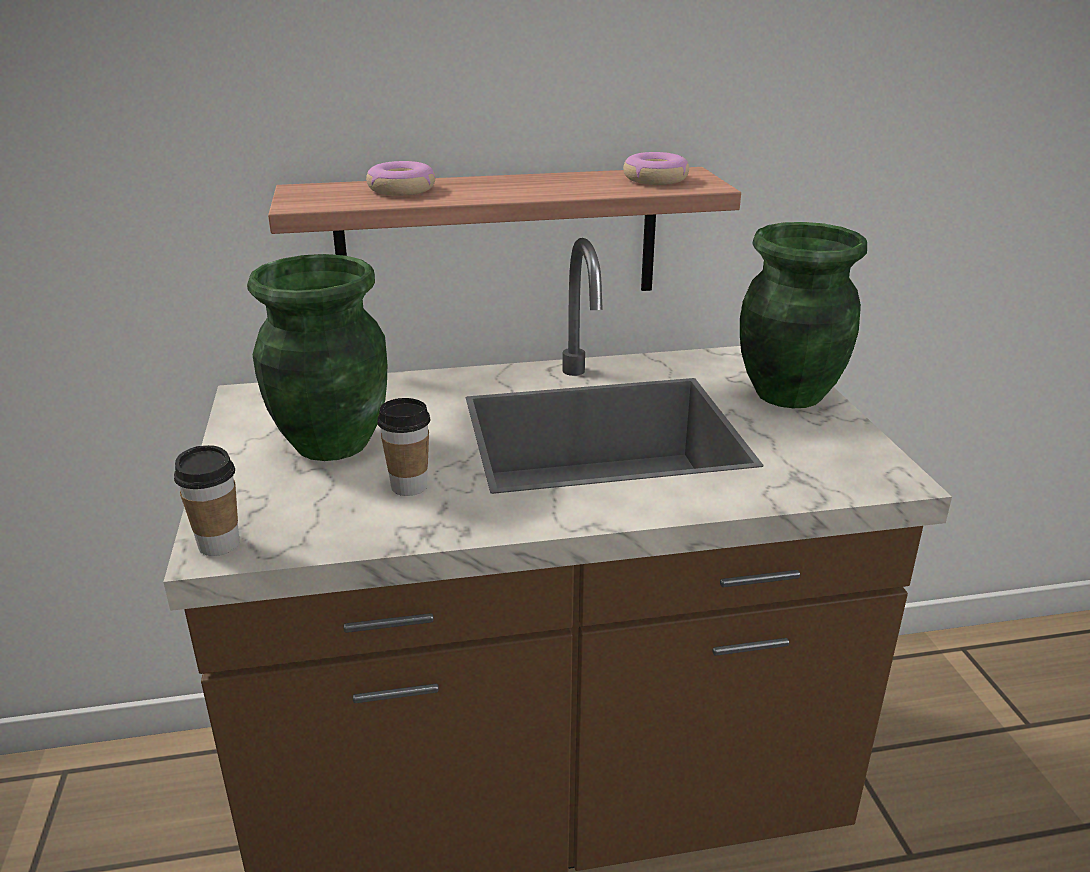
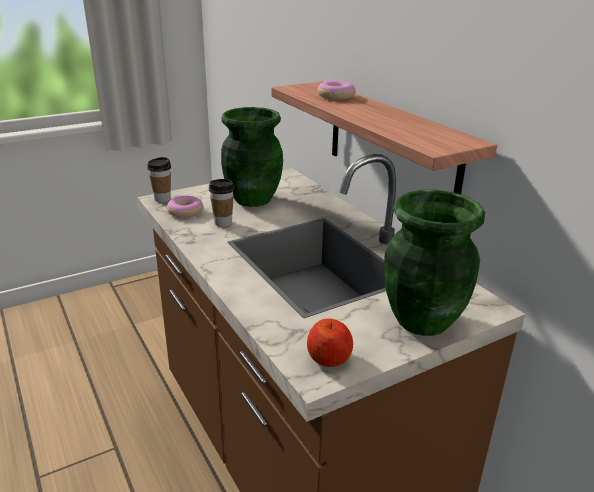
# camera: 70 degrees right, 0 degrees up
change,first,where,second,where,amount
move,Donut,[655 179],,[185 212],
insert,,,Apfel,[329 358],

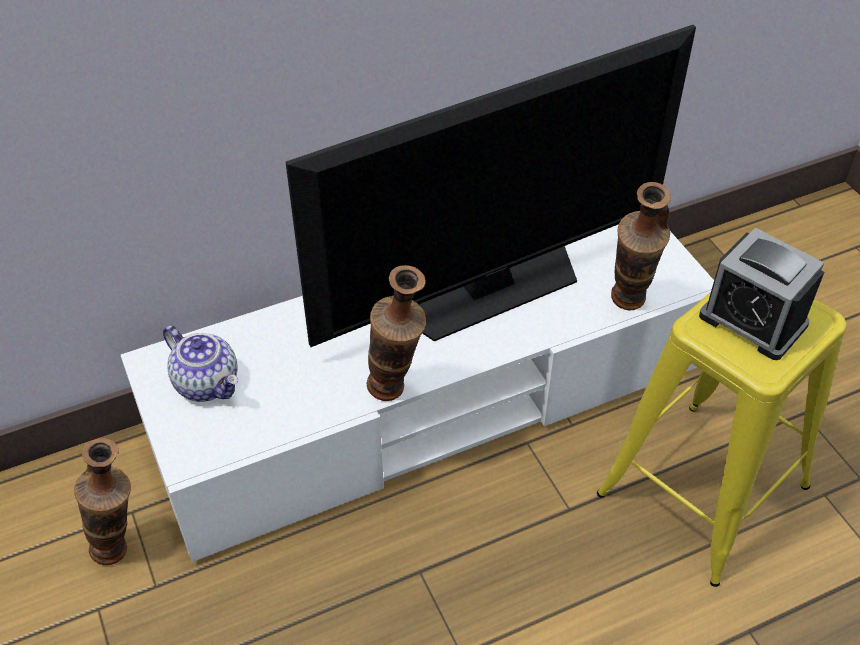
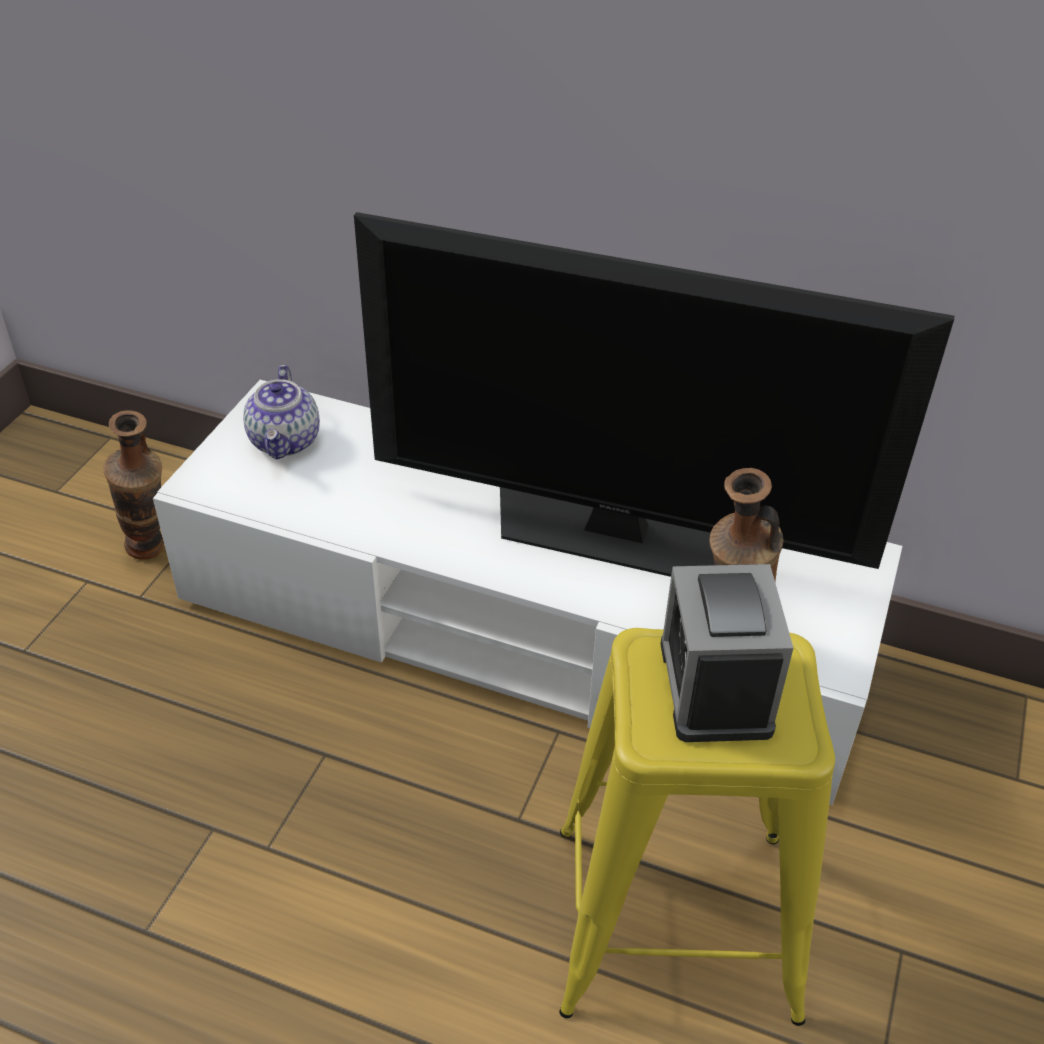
# camera: 45 degrees right, 5 degrees down
change,first,where,second,where,amount
delete,Vase,[396 394],,,

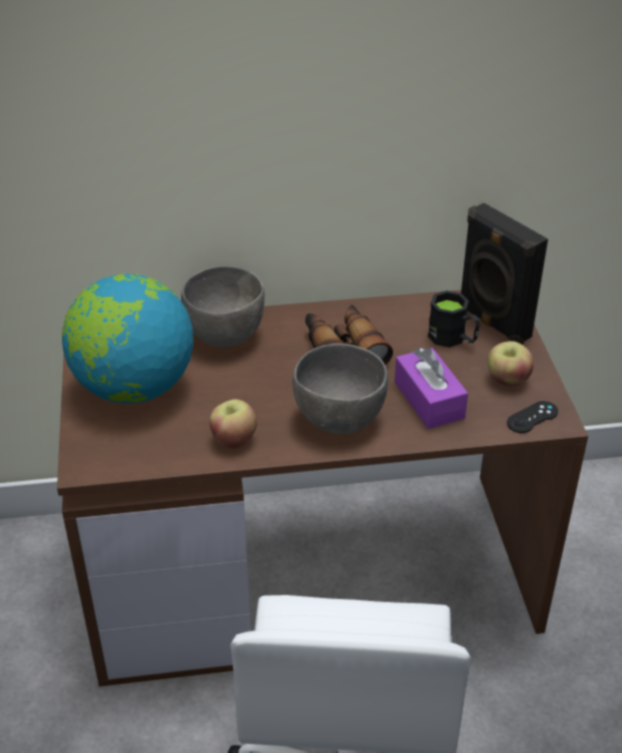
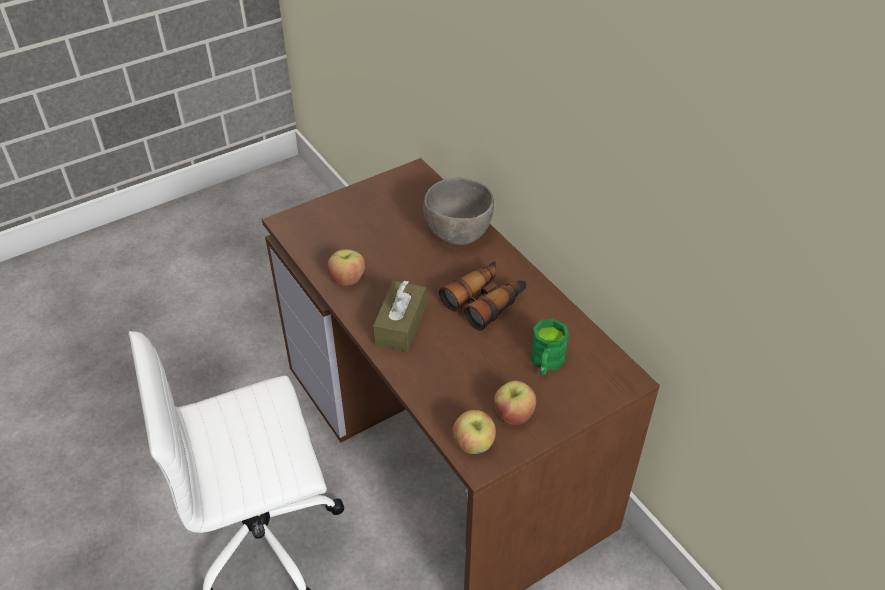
# camera: 65 degrees right, 5 degrees up
change,first,where,second,where,amount
replace,Schüssel (grau),[338 419],Taschentuchbox (braun),[400 325],
replace,Gamepad (schwarz),[532 417],Apfel,[474 444],
recolor,Henkelbecher (schwarz),[453 339],Henkelbecher (grün),[546 363],
delete,Globus,[134 387],,,
delete,Taschentuchbox (lila),[429 400],,,
delete,Lautsprecher (schwarz),[492 323],,,

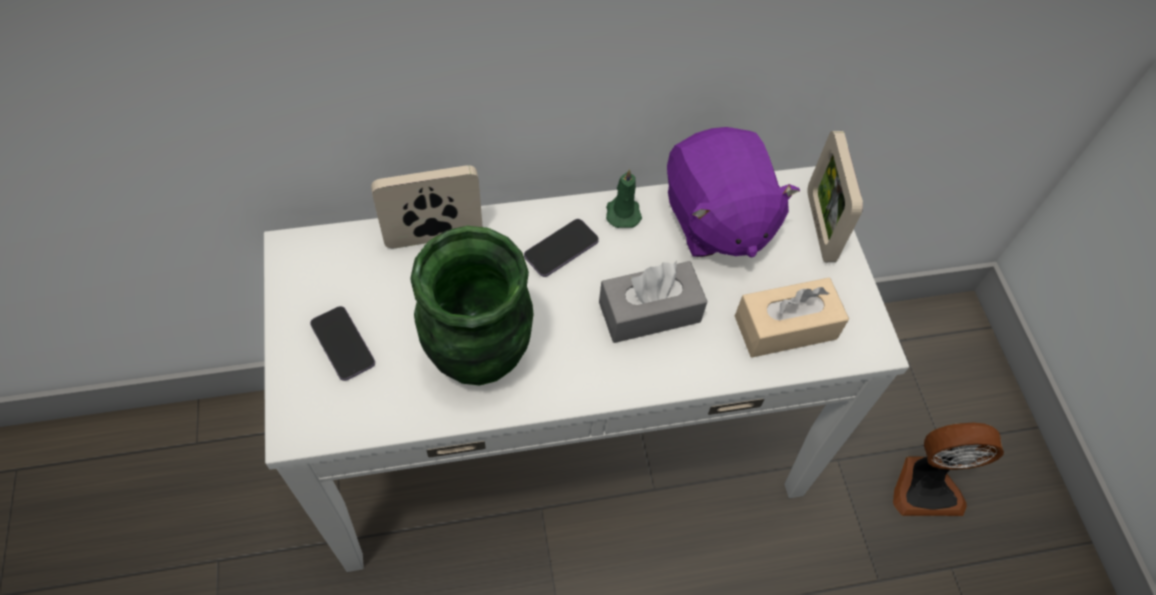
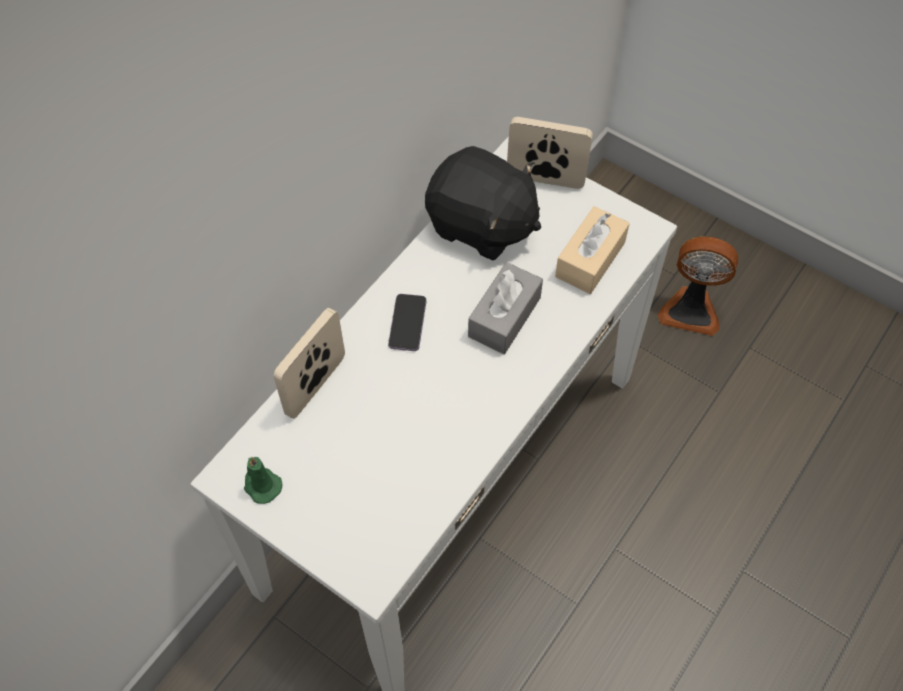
# camera: 40 degrees left, 0 degrees up
change,first,where,second,where,amount
move,Kerze (grün),[622 212],,[261 485],
recolor,Plüschtier (lila),[716 220],Plüschtier (schwarz),[481 225],
rotate,Bilderrahmen,[820 226],,[545 180],150 degrees clockwise
rotate,Ventilator,[926 486],,[690 309],60 degrees clockwise
delete,Handy,[343 344],,,
delete,Vase (grün),[477 357],,,

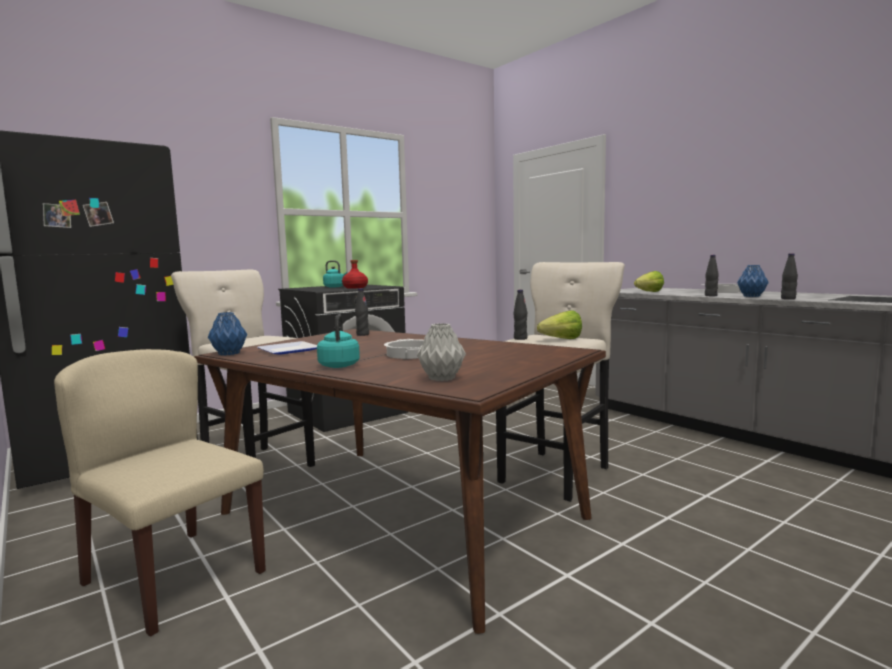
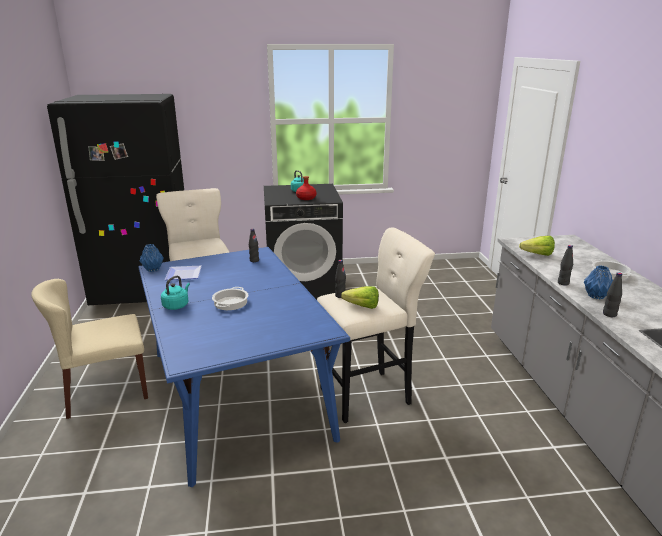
# camera: 30 degrees right, 15 degrees up
change,first,where,second,where,amount
rotate,Stuhl (beige),[173 577],,[105 391],90 degrees counterclockwise
recolor,Esstisch (braun),[403 515],Esstisch (blau),[239 393],
delete,Vase (grau),[442 378],,,

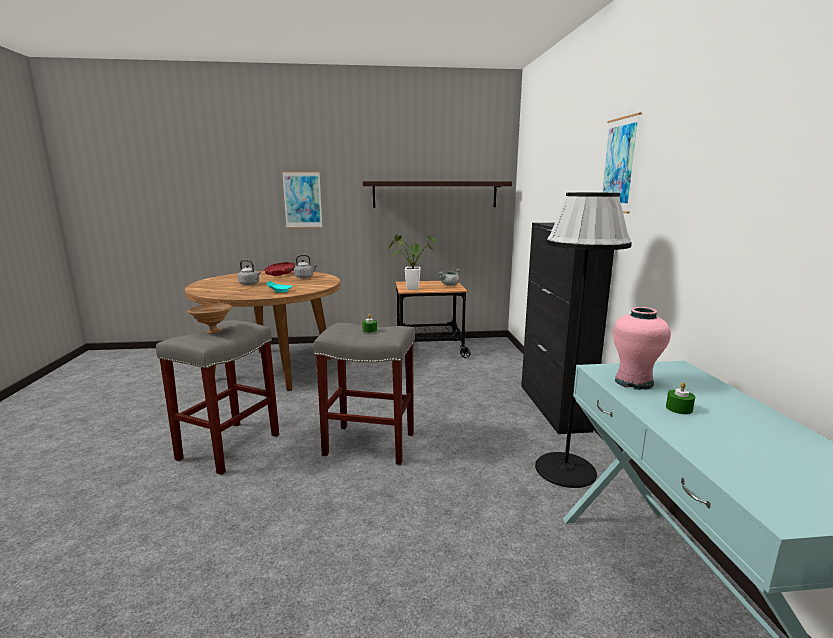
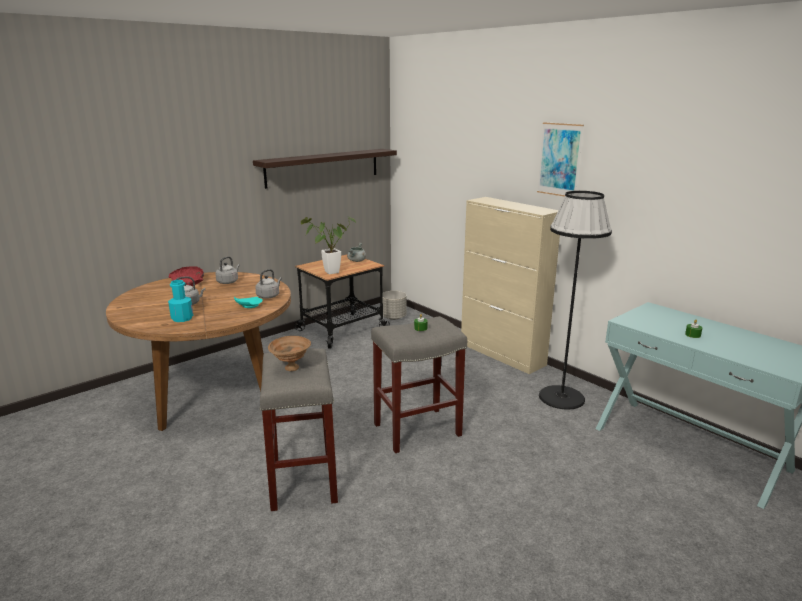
# camera: 35 degrees left, 5 degrees up
change,first,where,second,where,amount
insert,,,Flasche (türkis),[182 318],
insert,,,Wasserkessel (grau),[269 296],
insert,,,Pflanzkübel (grau),[393 317],
recolor,Schrank (schwarz),[553 407],Schrank (beige),[502 354],
delete,Bild,[302 200],,,
delete,Vase (rosa),[634 382],,,

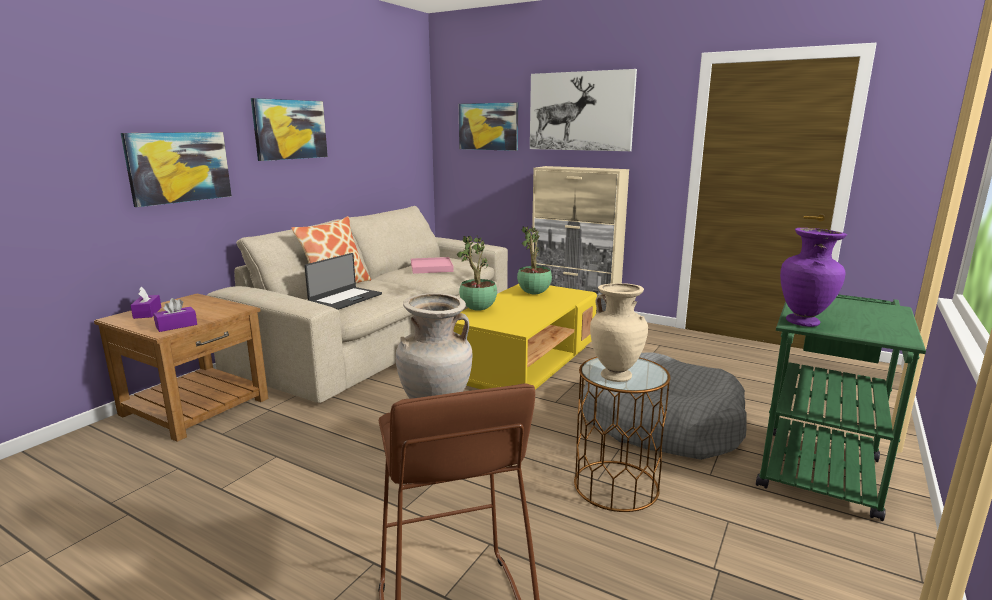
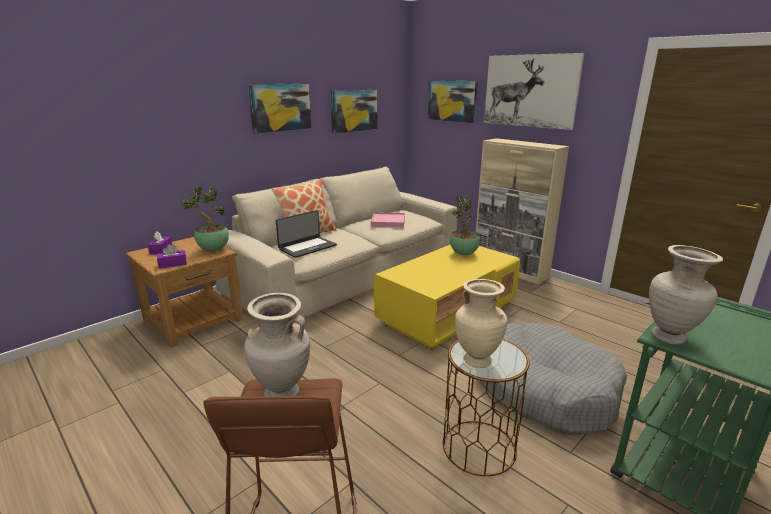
# camera: 15 degrees right, 5 degrees up
change,first,where,second,where,amount
move,Topfpflanze,[477 310],,[213 250],
move,Bild,[179 167],,[354 111],
recolor,Vase (lila),[804 323],Vase (beige),[670 337],

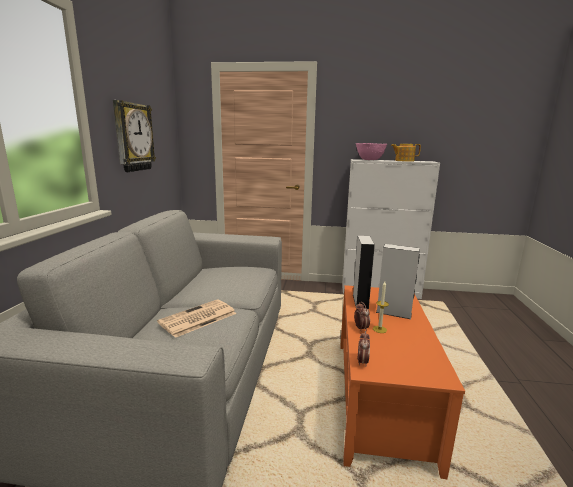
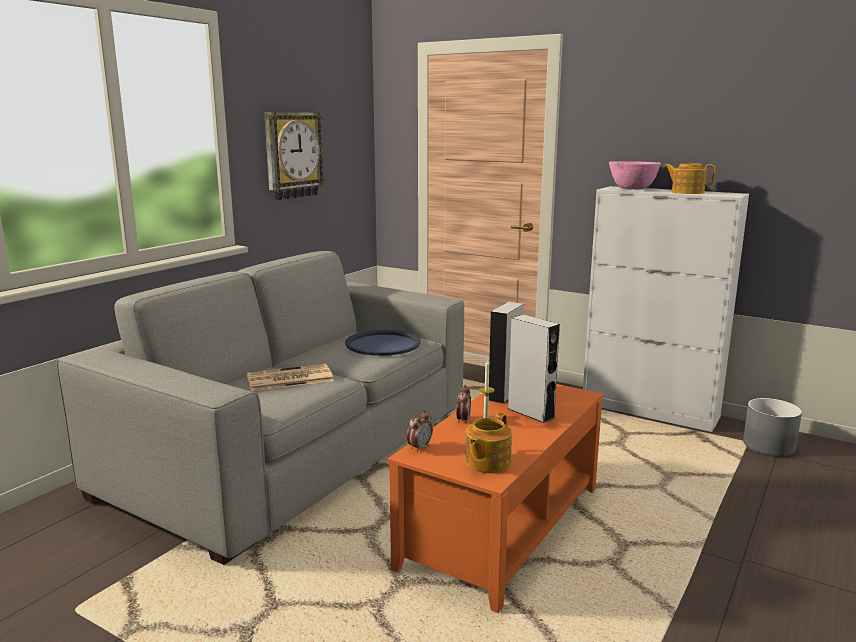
# camera: 25 degrees right, 0 degrees up
change,first,where,second,where,amount
insert,,,Tablett (blau),[382 344],
insert,,,Teekanne,[486 462],
insert,,,Pflanzkübel (grau),[769 446],

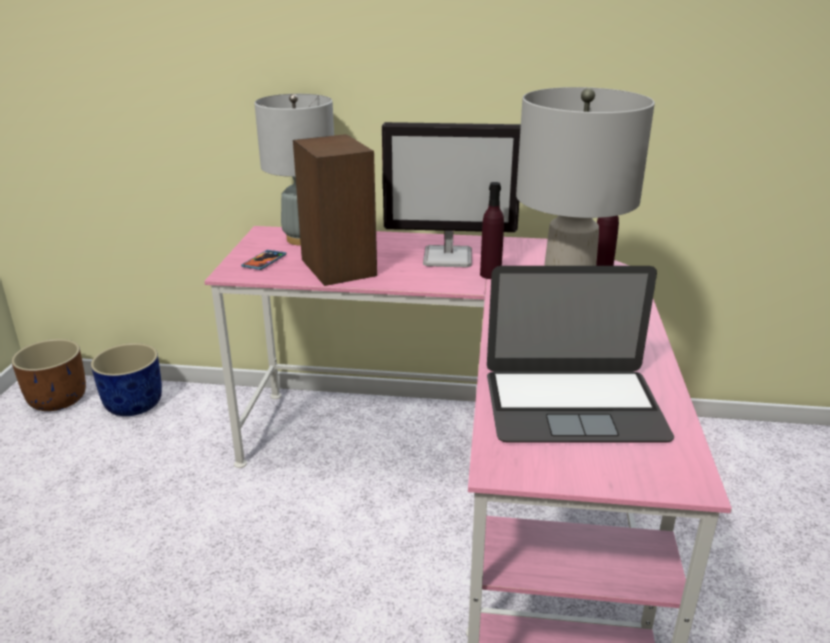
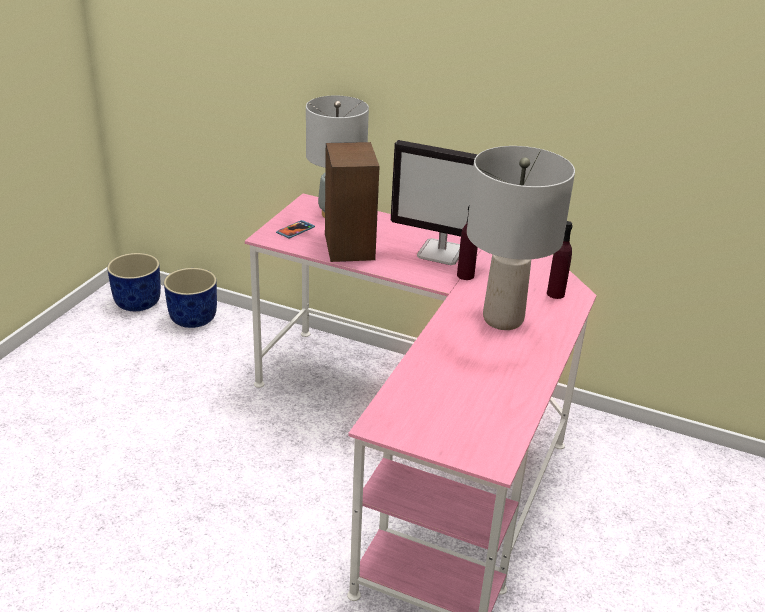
# camera: 15 degrees right, 5 degrees up
change,first,where,second,where,amount
recolor,Pflanzkübel (braun),[58 399],Pflanzkübel (blau),[138 302],
delete,Laptop,[573 405],,,

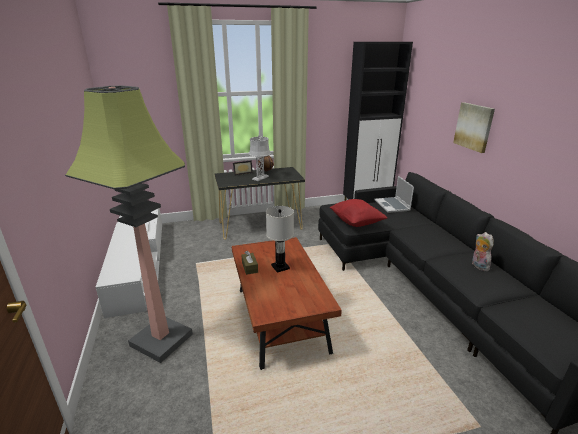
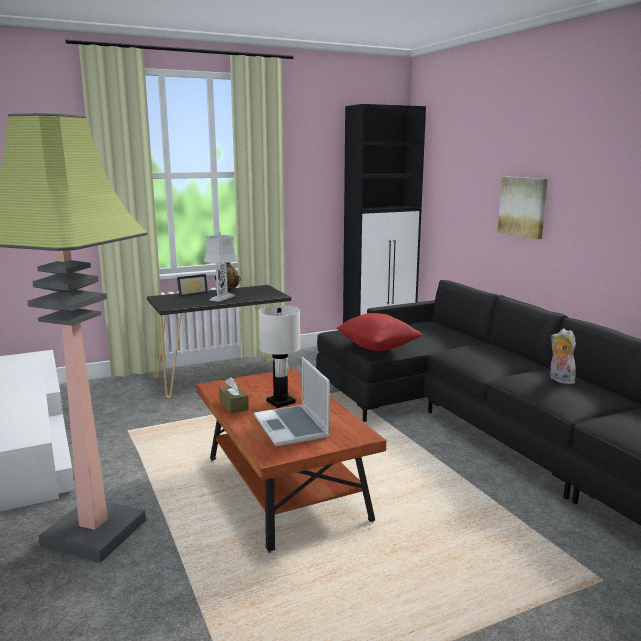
# camera: 10 degrees left, 10 degrees down
change,first,where,second,where,amount
move,Laptop,[392 206],,[292 427],

